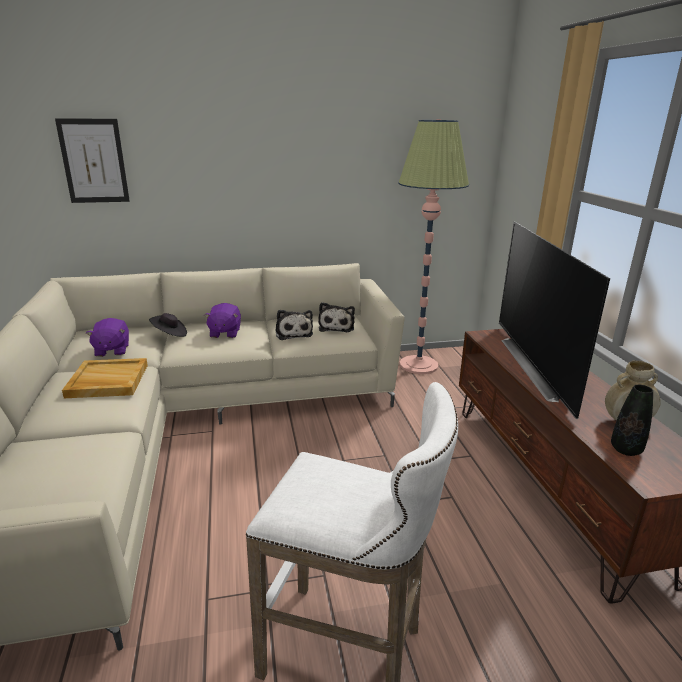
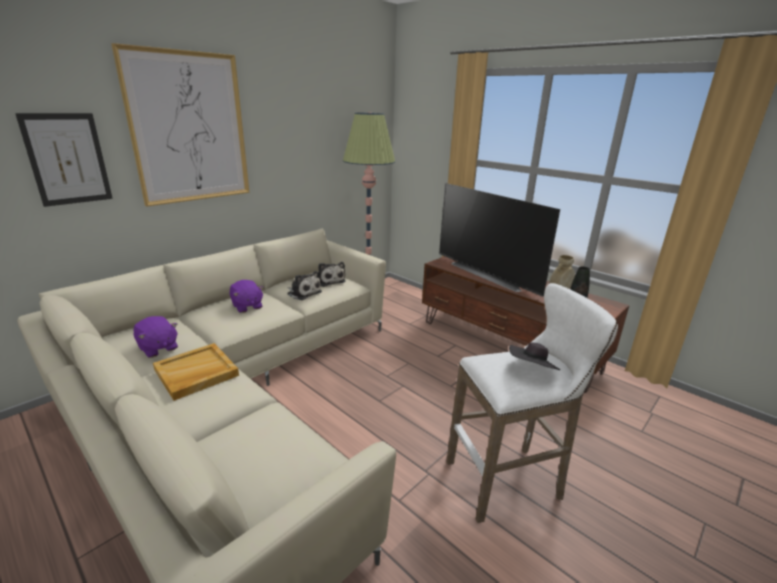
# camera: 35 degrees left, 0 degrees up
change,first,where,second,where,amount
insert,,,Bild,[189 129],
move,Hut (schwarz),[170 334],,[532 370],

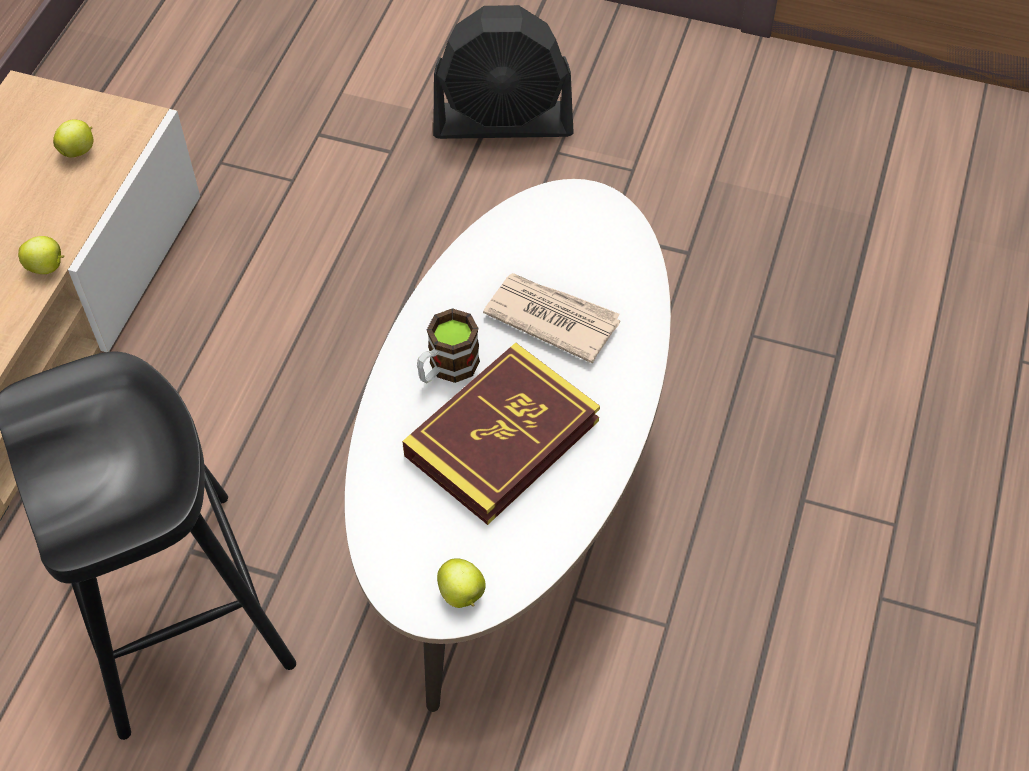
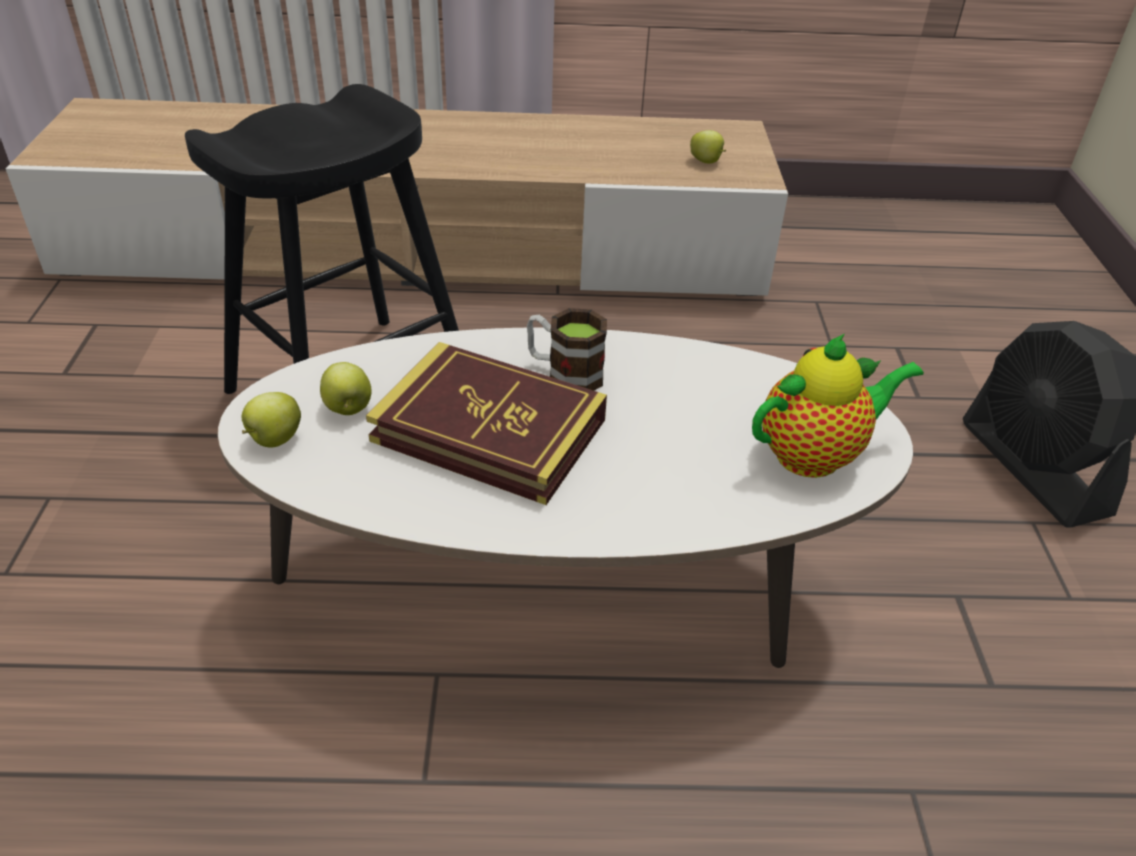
# camera: 70 degrees right, 15 degrees down
change,first,where,second,where,amount
move,Apfel,[47 267],,[348 409],
insert,,,Teekanne,[815 454],
delete,Zeitung,[551 318],,,

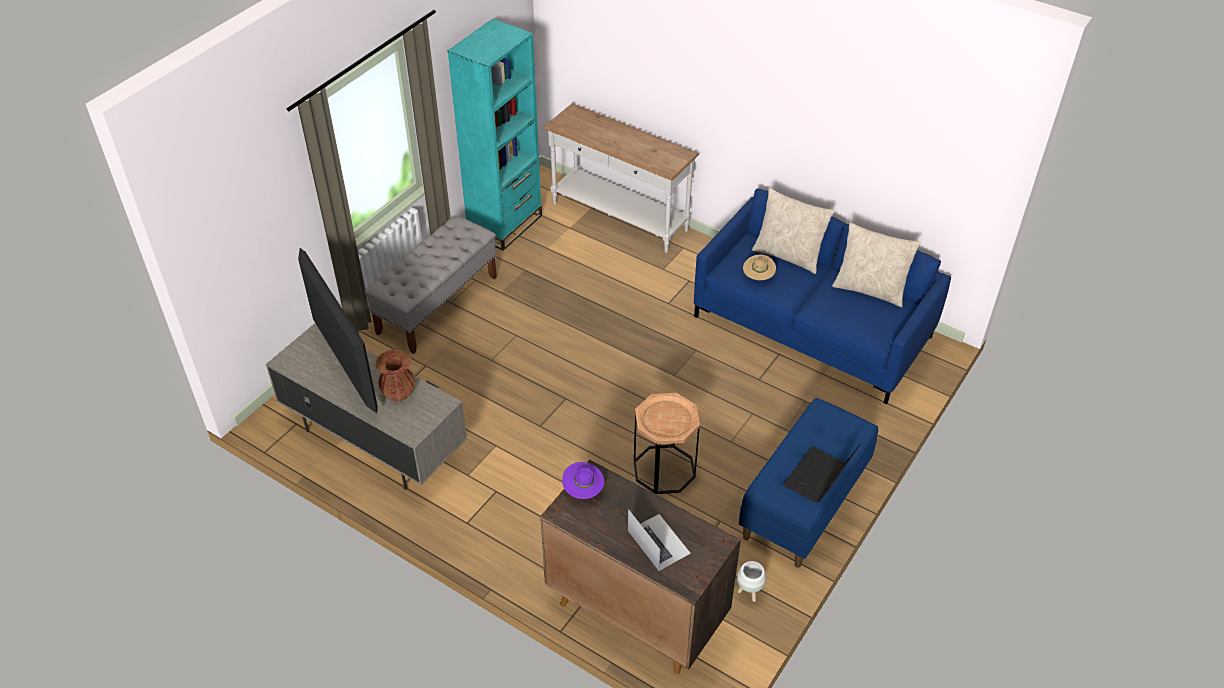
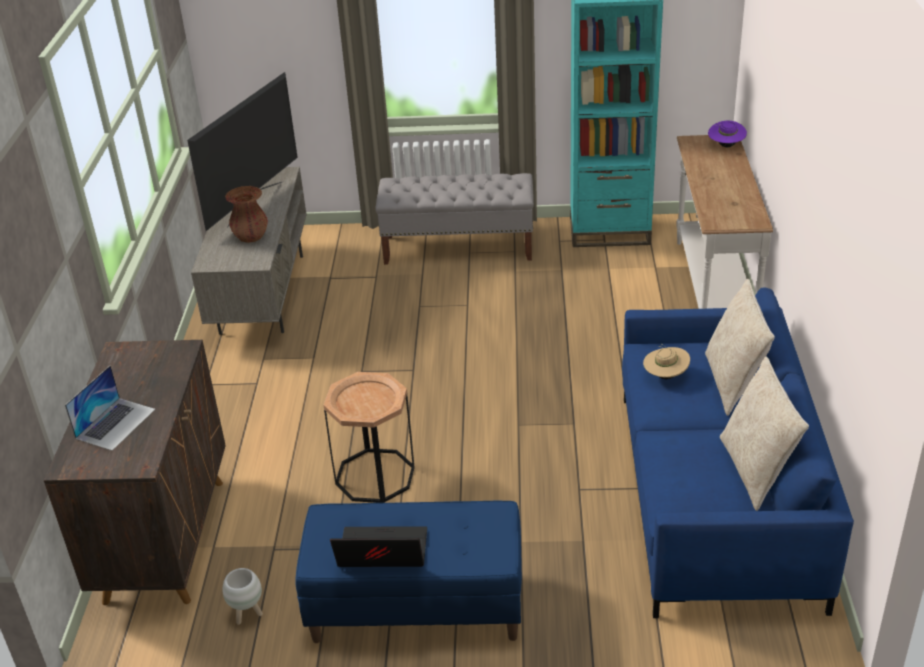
# camera: 60 degrees right, 10 degrees down
change,first,where,second,where,amount
move,Hut (lila),[583 490],,[726 146],

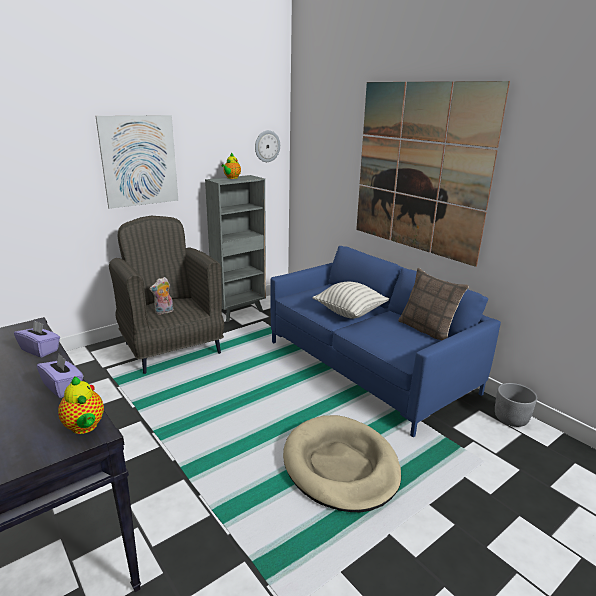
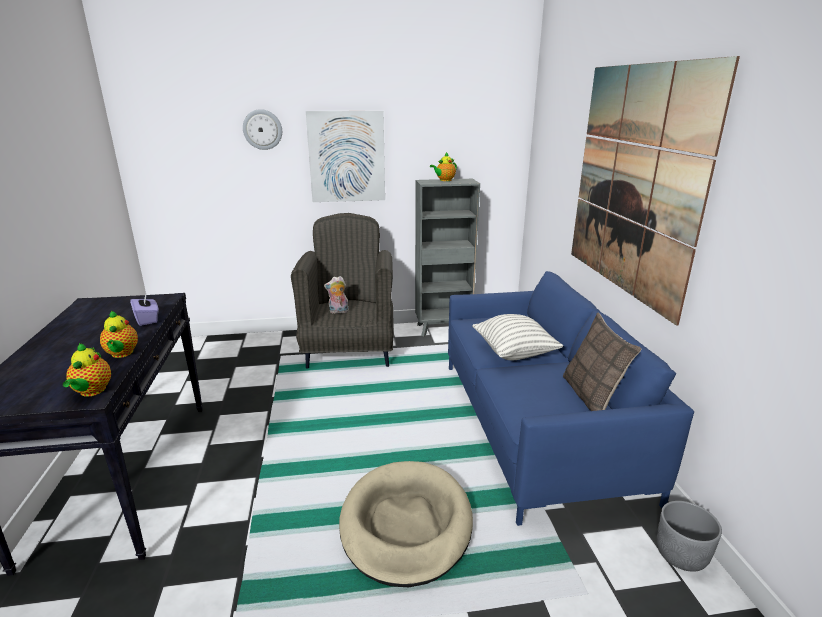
# camera: 30 degrees right, 0 degrees up
change,first,where,second,where,amount
replace,Taschentuchbox (lila),[63 387],Teekanne,[122 354],
move,Wanduhr,[267 146],,[262 129],

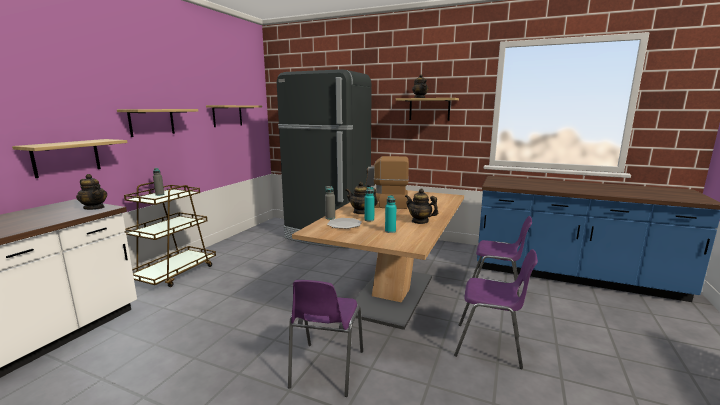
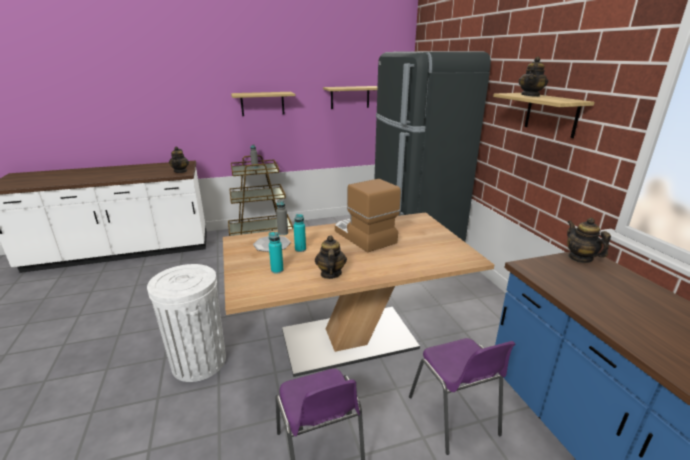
# camera: 50 degrees right, 10 degrees up
change,first,where,second,where,amount
replace,Stuhl (lila),[326 370],Mülleimer (weiß),[199 362],
move,Teekanne,[361 212],,[580 258],
delete,Wandregal,[66 157],,,

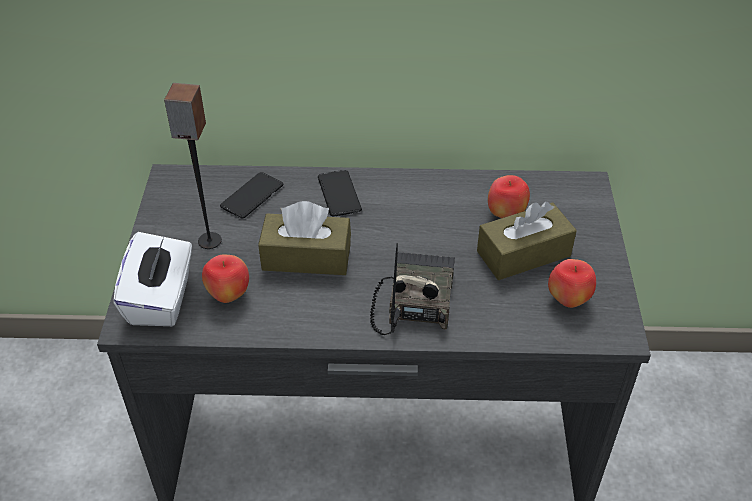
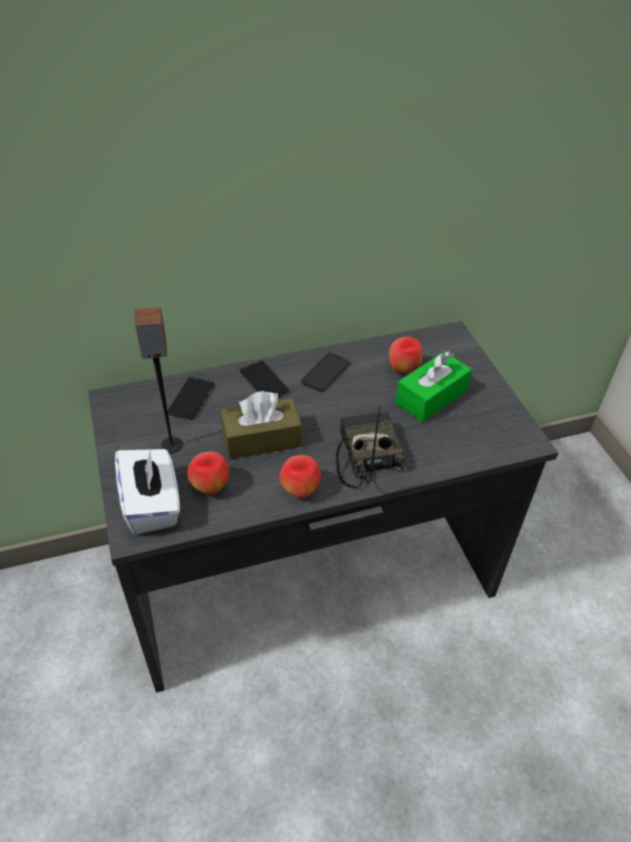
# camera: 20 degrees left, 0 degrees up
change,first,where,second,where,amount
move,Apfel,[568 300],,[300 490],
insert,,,Handy,[325 372],
recolor,Taschentuchbox (braun),[523 253],Taschentuchbox (grün),[431 397],

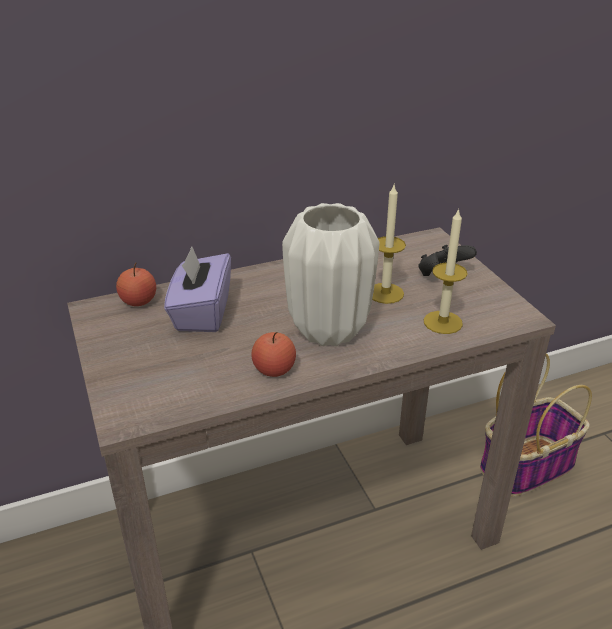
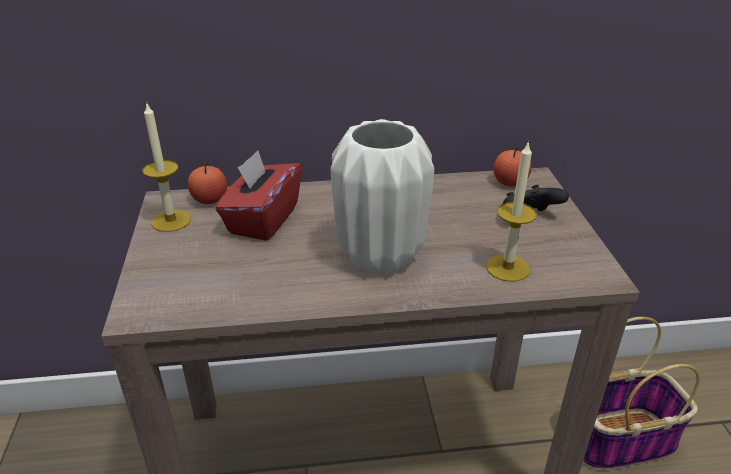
# camera: 15 degrees right, 0 degrees up
change,first,where,second,where,amount
move,Kerze,[385 293],,[171 220],
recolor,Taschentuchbox (lila),[201 313],Taschentuchbox (rot),[262 219],
move,Apfel,[274 369],,[510 182],

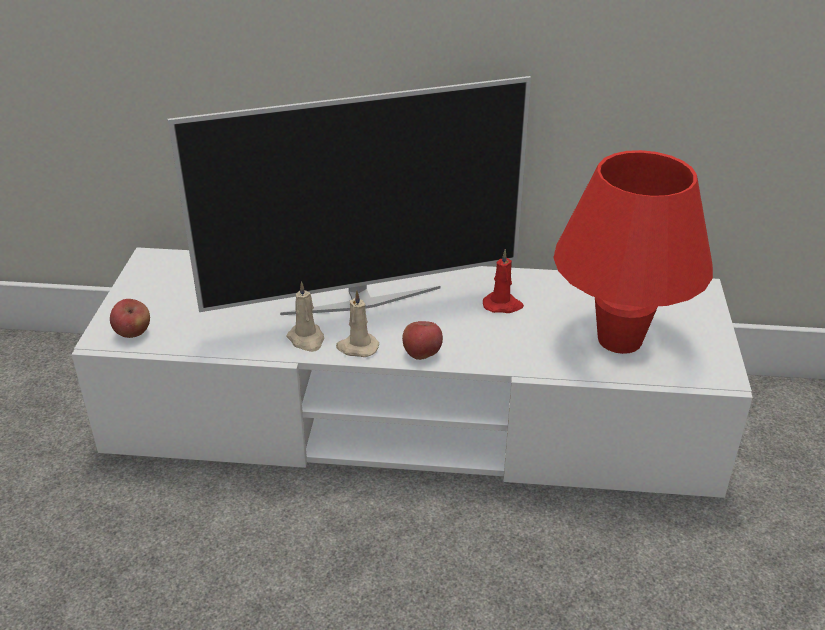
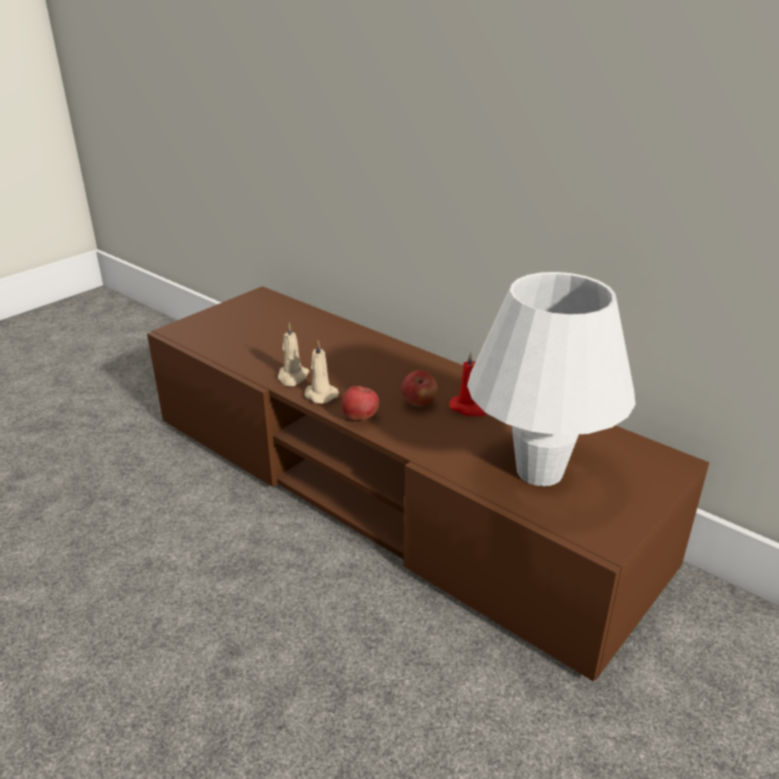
# camera: 35 degrees right, 5 degrees down
change,first,where,second,where,amount
recolor,Fernsehschrank (weiß),[412 418],Fernsehschrank (braun),[389 489],
move,Apfel,[133 333],,[419 403],
recolor,Tischlampe (rot),[620 340],Tischlampe (weiß),[539 472],
delete,Fernseher,[361 299],,,

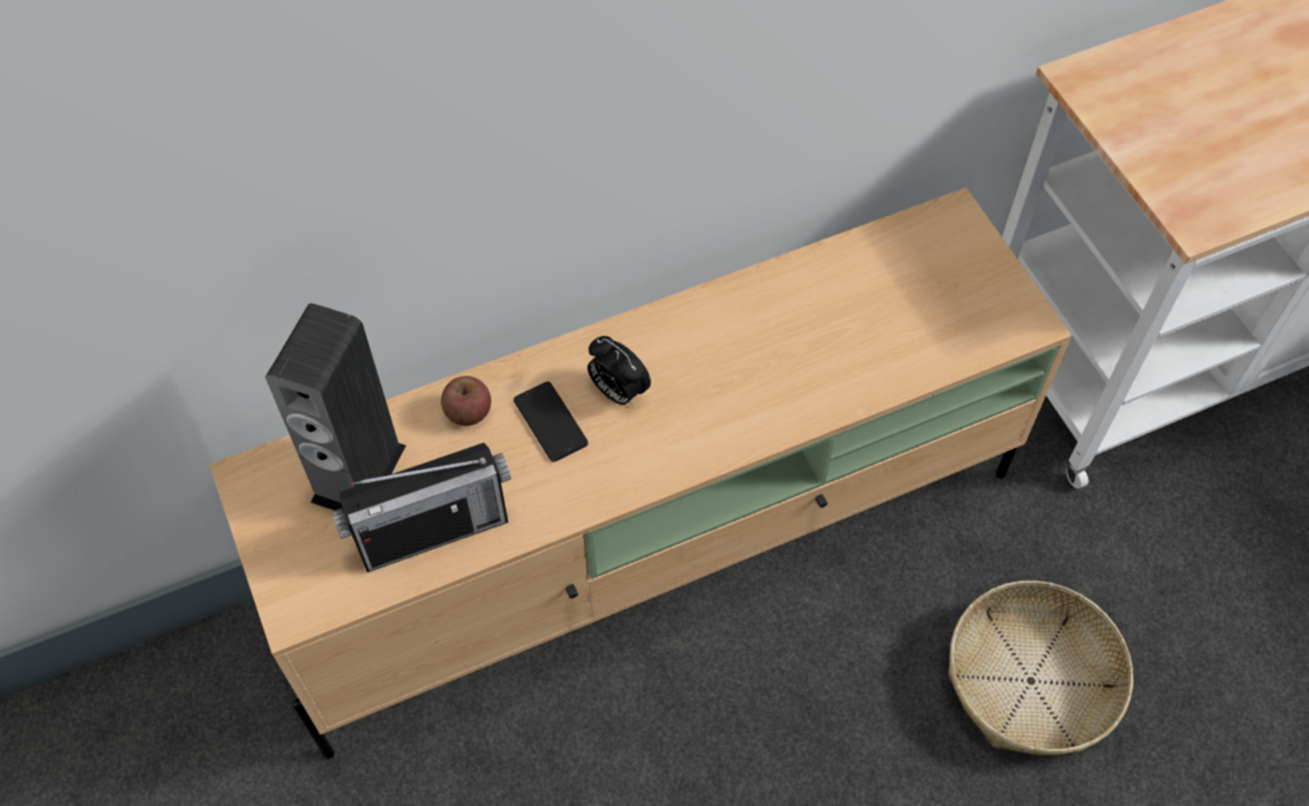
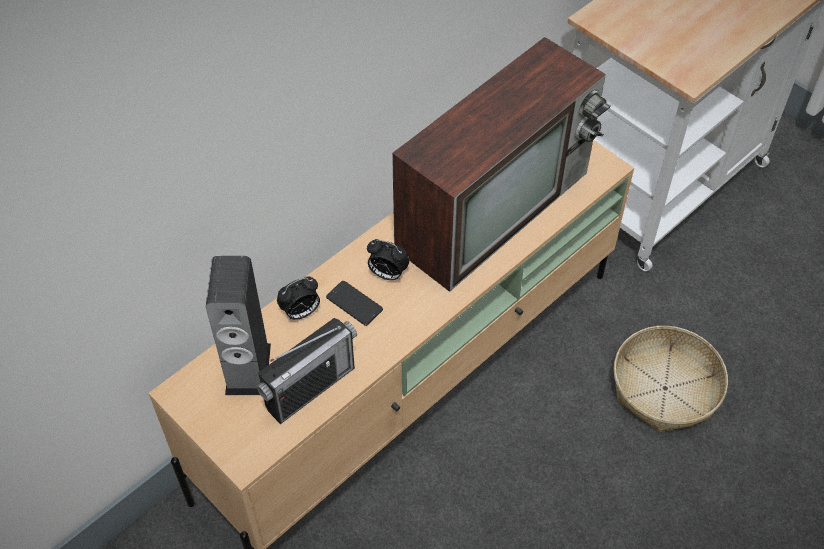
# camera: 20 degrees left, 5 degrees down
change,first,where,second,where,amount
replace,Apfel,[468 412],Wecker,[301 312],
insert,,,Fernseher,[495 206],

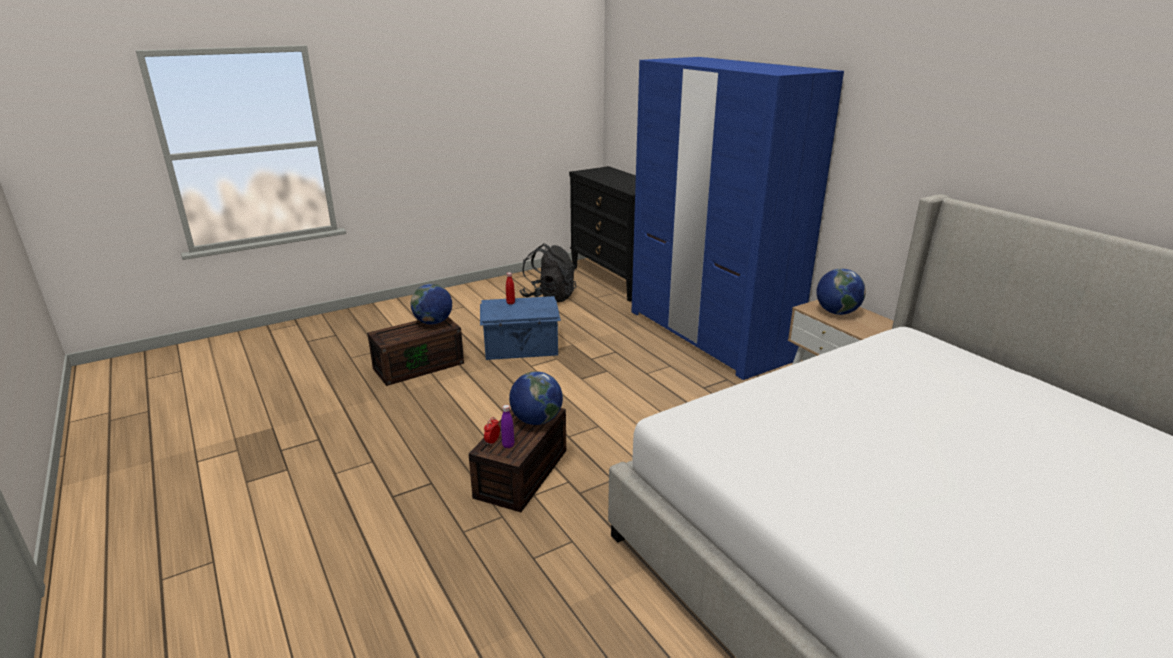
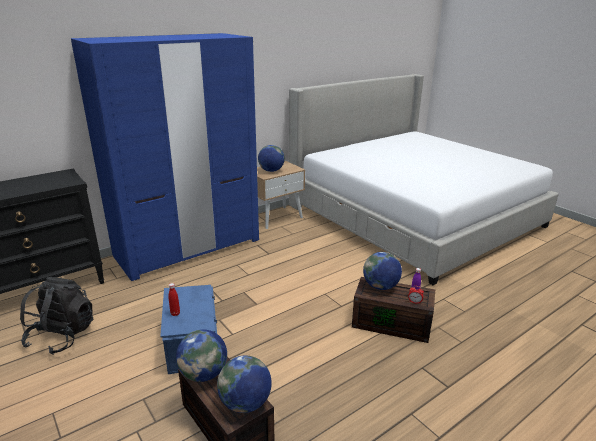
# camera: 95 degrees left, 0 degrees up
change,first,where,second,where,amount
insert,,,Globus,[245 403],

